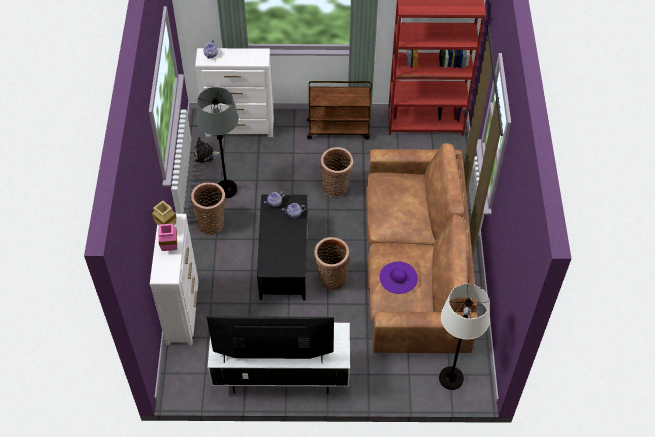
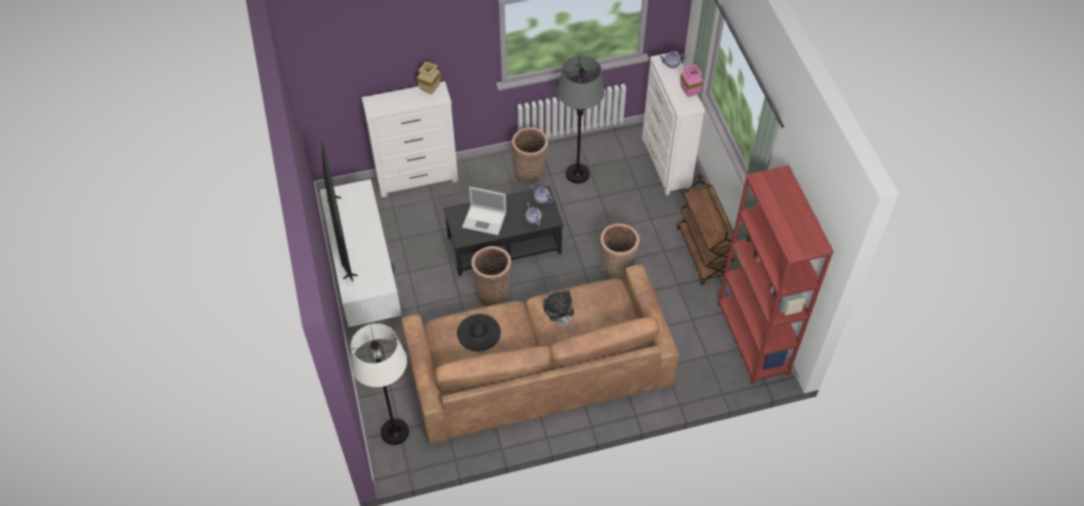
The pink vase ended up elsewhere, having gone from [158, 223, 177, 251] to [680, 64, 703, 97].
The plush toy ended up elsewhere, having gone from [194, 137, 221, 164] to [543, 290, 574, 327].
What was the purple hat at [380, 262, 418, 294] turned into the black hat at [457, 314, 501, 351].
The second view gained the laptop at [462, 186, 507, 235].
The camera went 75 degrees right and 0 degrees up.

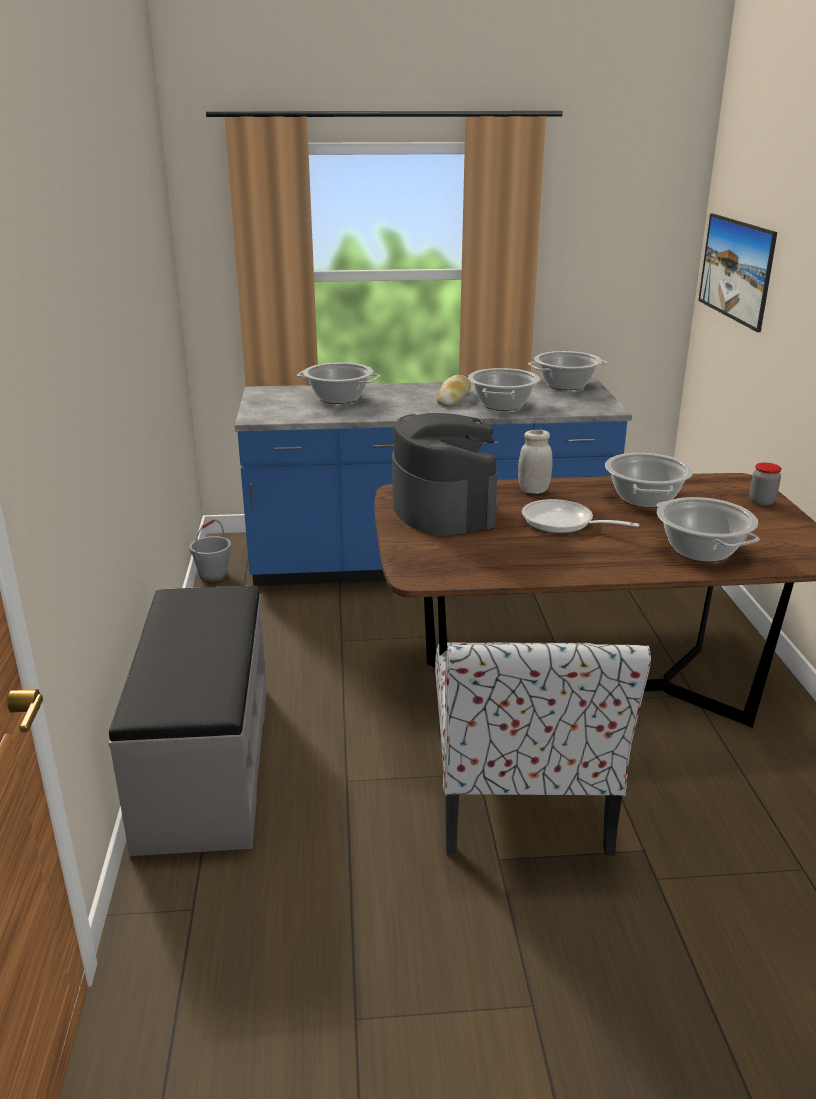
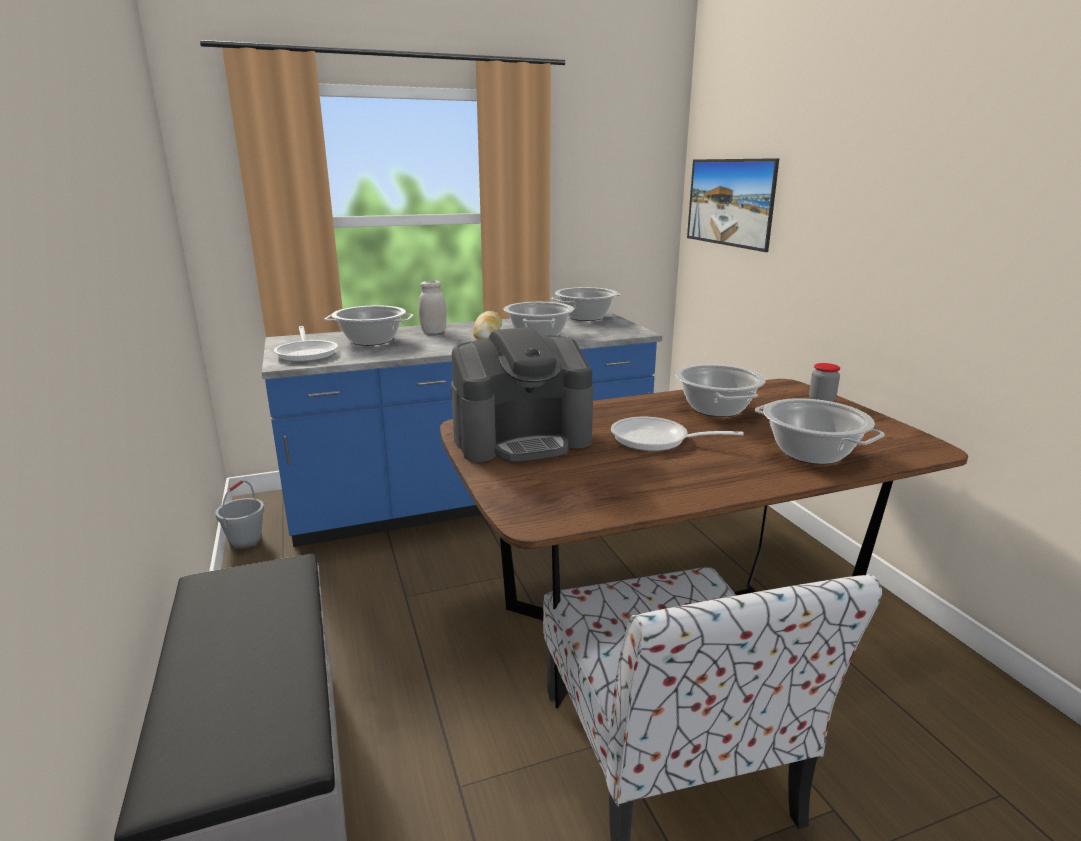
The coffee machine at [392, 413, 498, 536] ended up facing another way, 105 degrees clockwise from before.
The white jar ended up elsewhere, having gone from [518, 430, 553, 494] to [419, 280, 447, 334].
The second view gained the frying pan at [274, 326, 338, 362].
The camera went 15 degrees left and 5 degrees down.

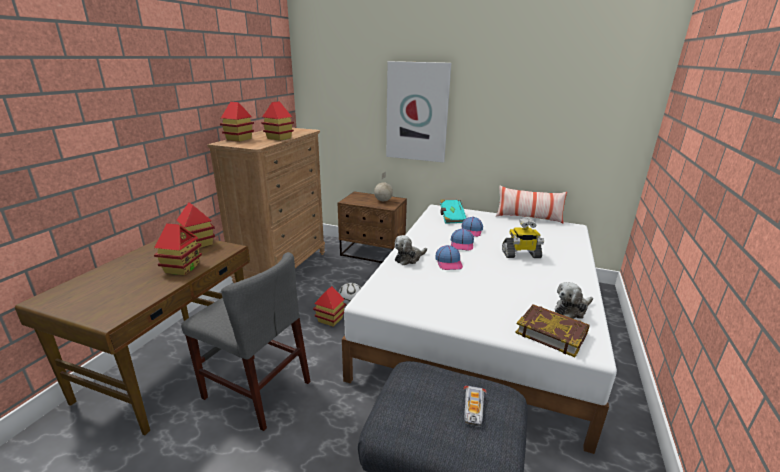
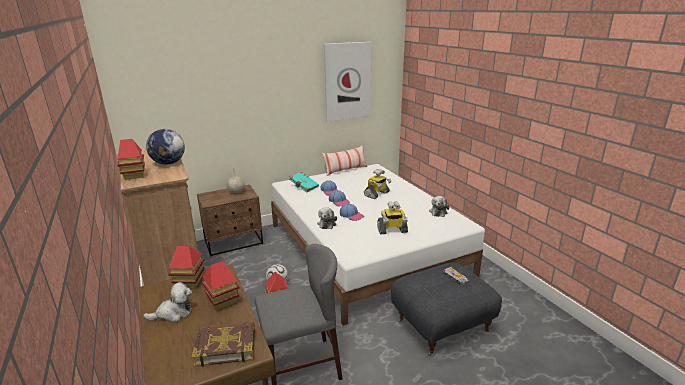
Where the toy house stood at [261, 101, 294, 141], the globe came to stand at [146, 129, 185, 165].
The picture ended up elsewhere, having gone from [386, 61, 451, 162] to [324, 42, 372, 122].
The book ended up elsewhere, having gone from [515, 304, 589, 357] to [191, 322, 255, 367].
The second view gained the plush toy at [143, 282, 192, 322].
The second view gained the toy robot at [377, 201, 408, 234].
The camera went 45 degrees left and 0 degrees up.

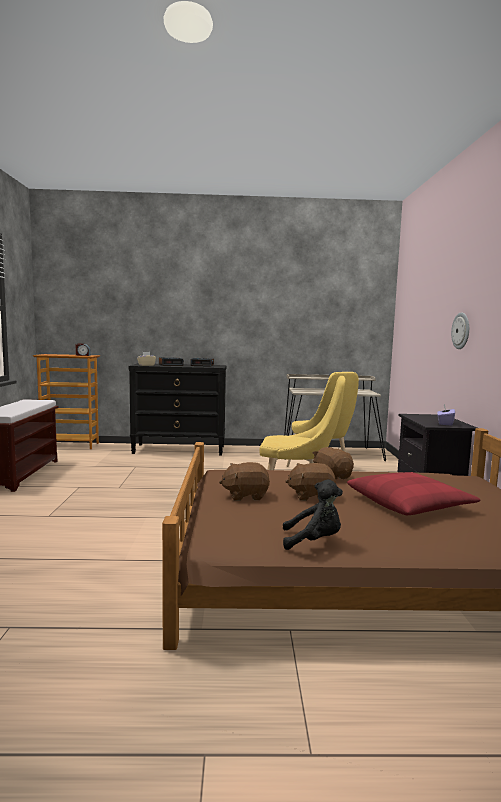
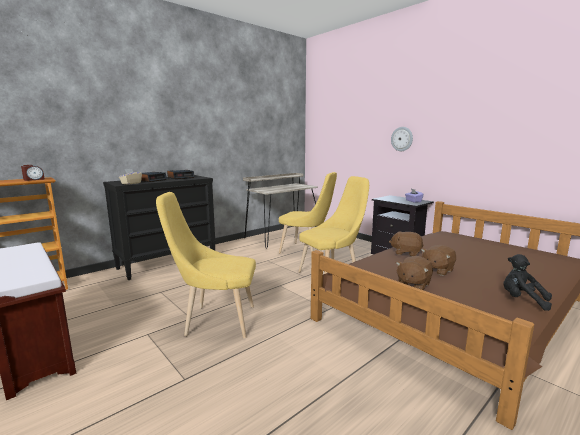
The black plush toy at [283, 479, 343, 550] ended up facing another way, 105 degrees counterclockwise from before.
The second view lost the red pillow at [347, 472, 480, 515].
The second view gained the yellow chair at [156, 192, 256, 339].
The camera went 40 degrees left and 5 degrees up.

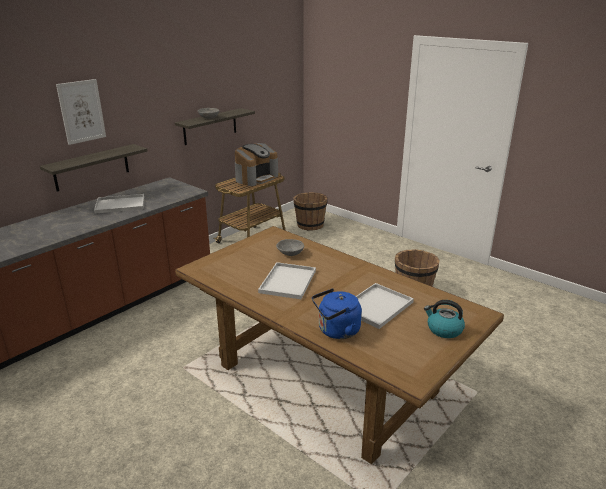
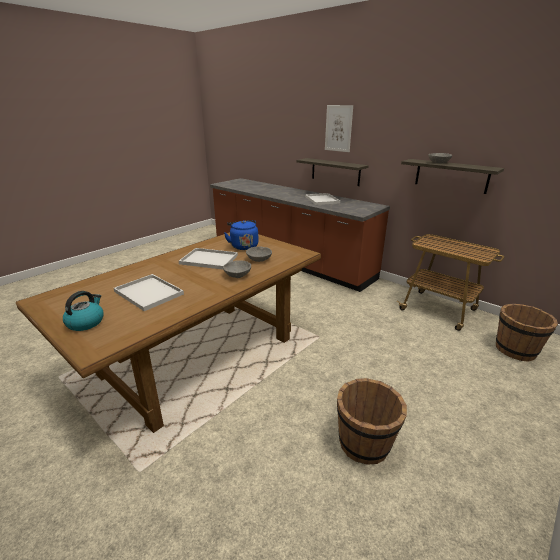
The second view lost the coffee machine at [235, 143, 278, 186].
The blue kettle ended up elsewhere, having gone from [312, 288, 362, 339] to [224, 220, 258, 250].
The second view gained the grey bowl at [223, 260, 251, 278].
The camera went 90 degrees right and 0 degrees up.

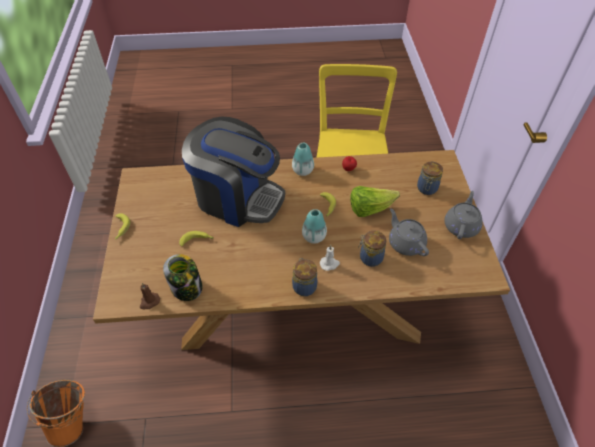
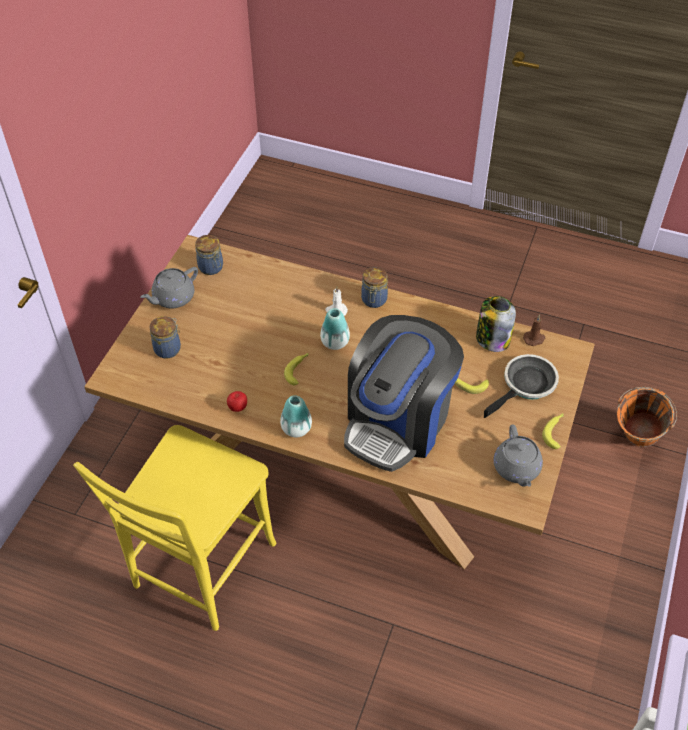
The coffee machine at [182, 116, 285, 227] ended up facing another way, 105 degrees counterclockwise from before.
The second view lost the lettuce at [350, 186, 400, 217].
The jar ended up elsewhere, having gone from [358, 231, 386, 267] to [195, 235, 223, 275].
The grey teapot ended up elsewhere, having gone from [389, 208, 429, 256] to [494, 424, 543, 487].
The second view gained the frying pan at [484, 354, 559, 418].
The camera went 155 degrees left and 0 degrees up.

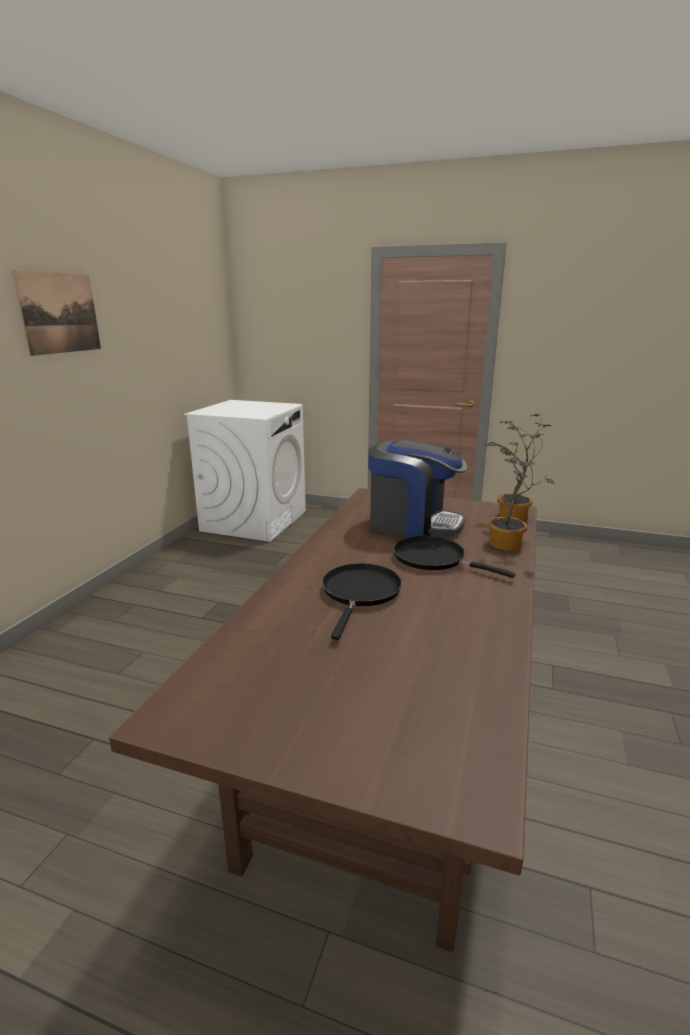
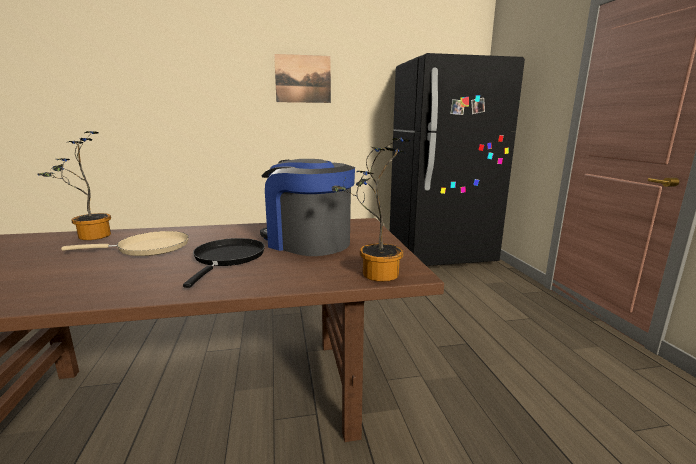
Where the white washing machine stood at [184, 400, 306, 542], the black fridge came to stand at [390, 53, 525, 266].
What was the black frying pan at [322, 563, 402, 640] turned into the beige frying pan at [61, 231, 189, 256].
The coffee machine at [368, 440, 467, 538] ended up facing another way, 135 degrees clockwise from before.
The potted plant ended up elsewhere, having gone from [484, 426, 555, 551] to [37, 131, 111, 240].
The camera went 60 degrees right and 5 degrees down.

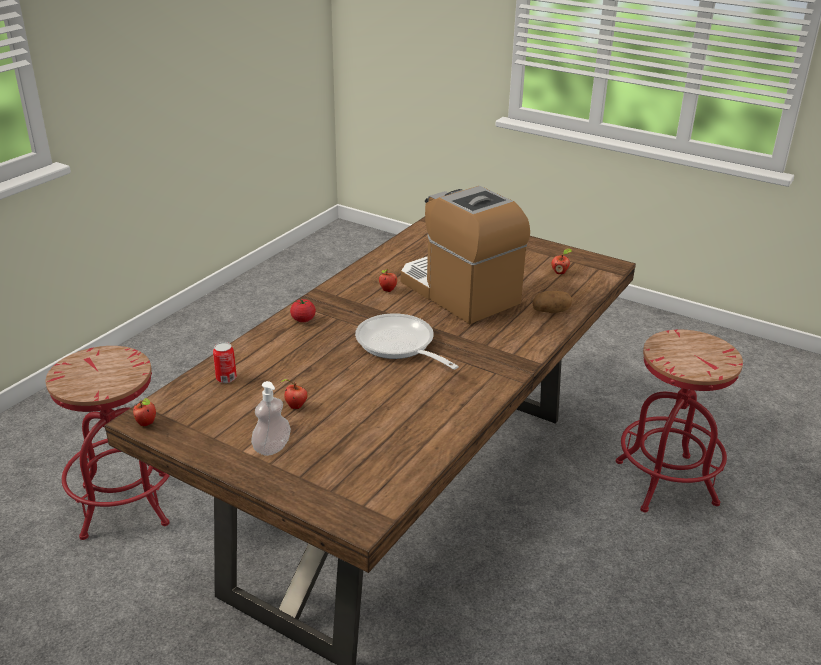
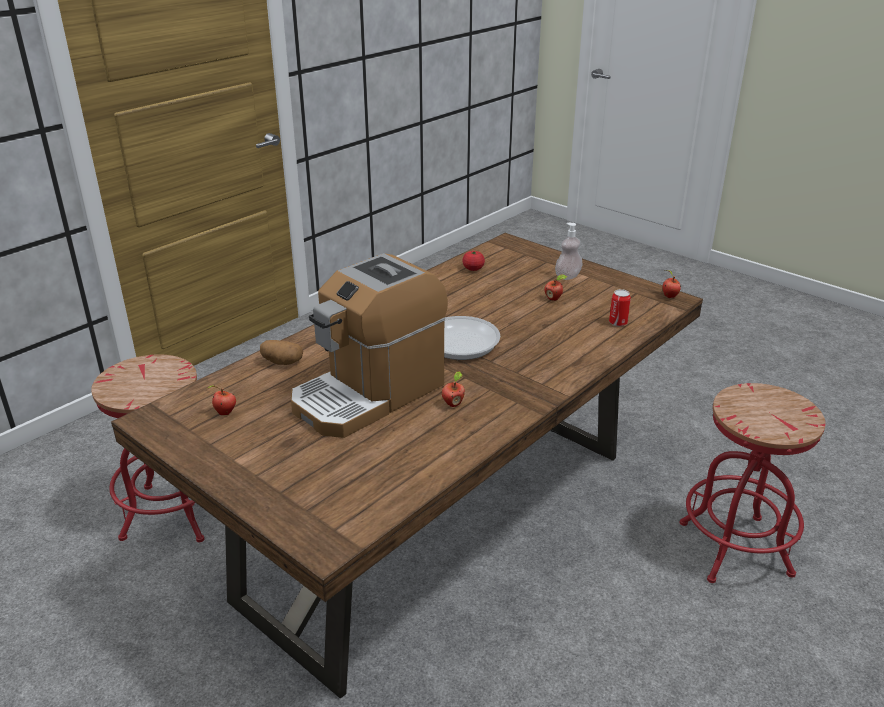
The tomato ended up elsewhere, having gone from [290, 298, 316, 322] to [462, 251, 485, 271].
The coffee machine at [401, 186, 530, 324] ended up facing another way, 75 degrees clockwise from before.
The camera went 170 degrees left and 0 degrees up.

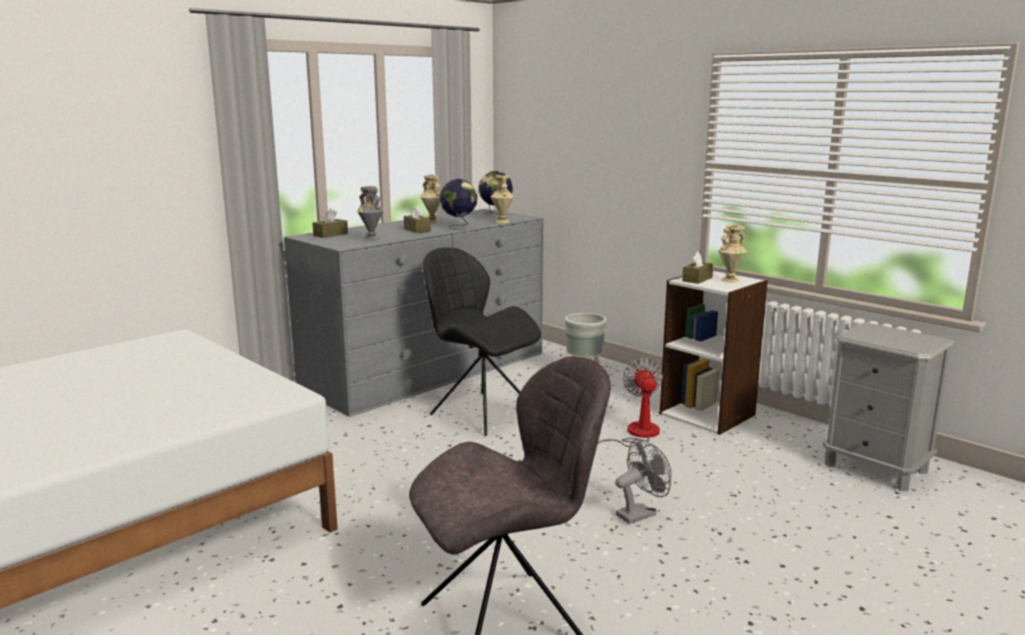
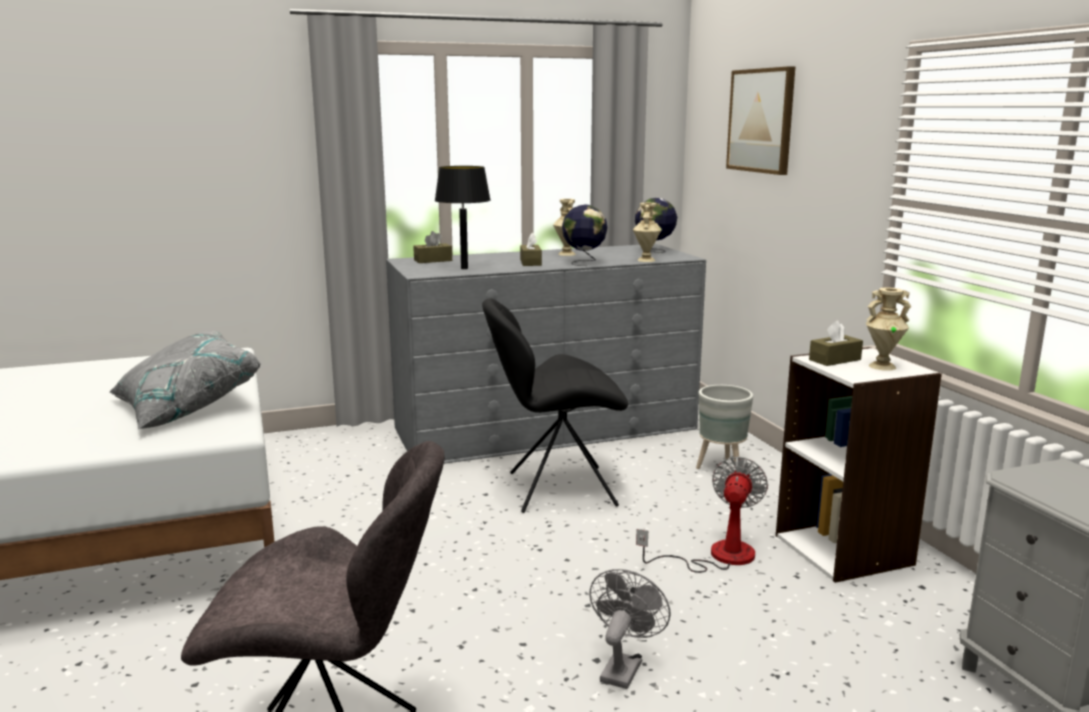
Where the grey vase stood at [357, 186, 384, 241], the black table lamp came to stand at [435, 166, 491, 269].
The black chair at [422, 248, 541, 436] ended up facing another way, 75 degrees counterclockwise from before.
The grey fan at [615, 439, 671, 524] ended up facing another way, 60 degrees counterclockwise from before.
The second view gained the grey pillow at [109, 331, 261, 429].
The second view gained the picture at [726, 66, 795, 175].
The camera went 25 degrees right and 0 degrees up.

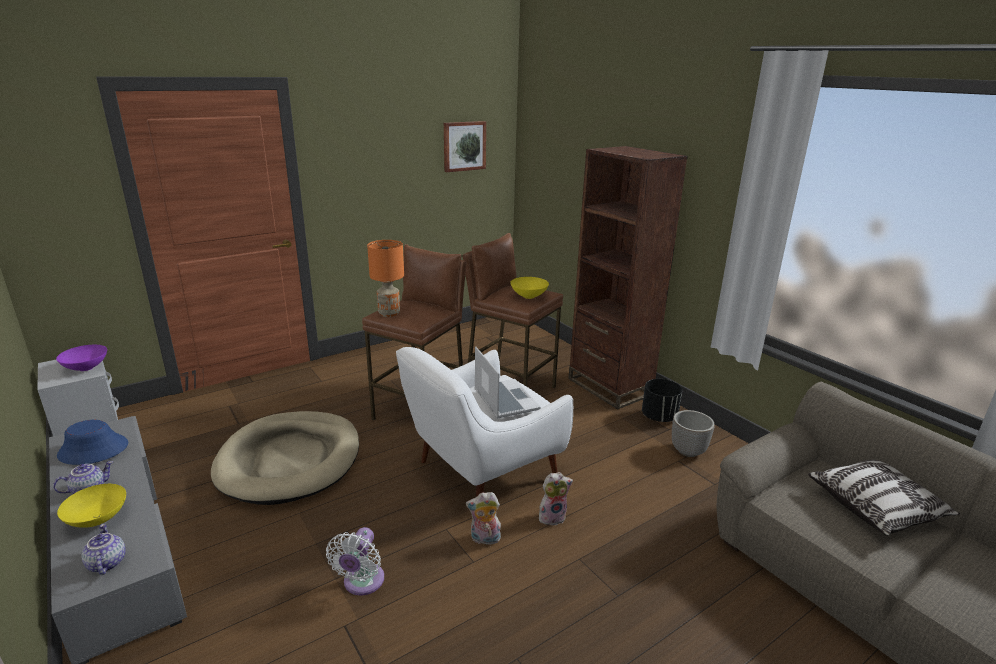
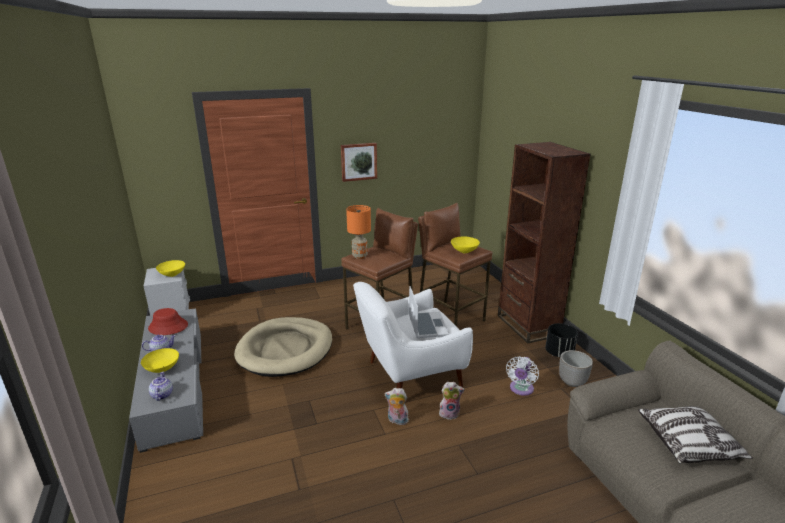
What was the purple bowl at [56, 345, 107, 371] turned into the yellow bowl at [156, 260, 185, 277].
What was the blue hat at [57, 420, 128, 465] turned into the red hat at [148, 308, 188, 335].
The white fan ended up elsewhere, having gone from [326, 527, 384, 595] to [506, 356, 539, 396].
The picture ended up elsewhere, having gone from [444, 121, 486, 172] to [341, 143, 377, 182].
The camera went 15 degrees right and 0 degrees up.

